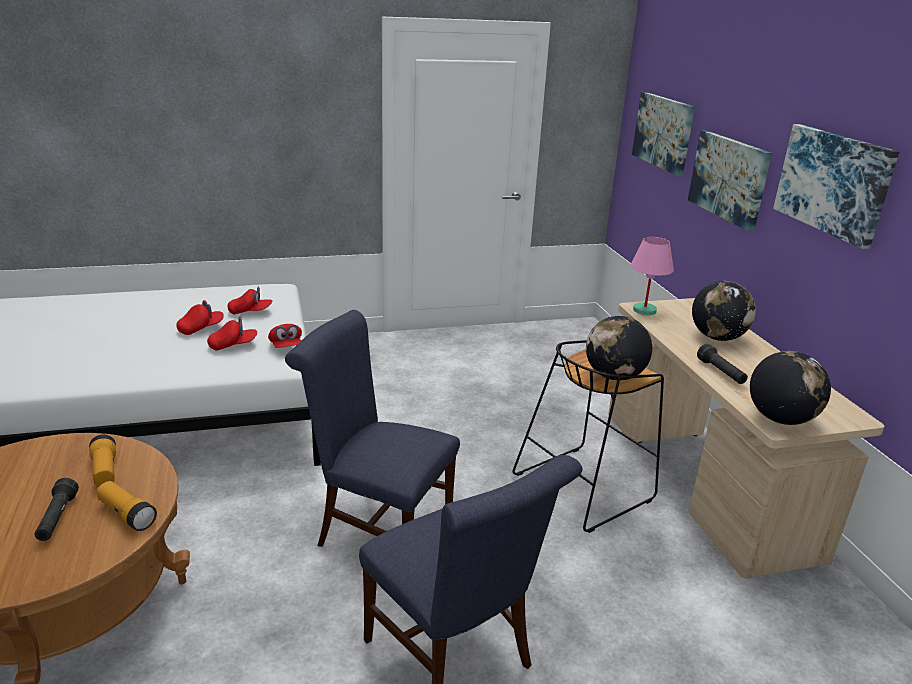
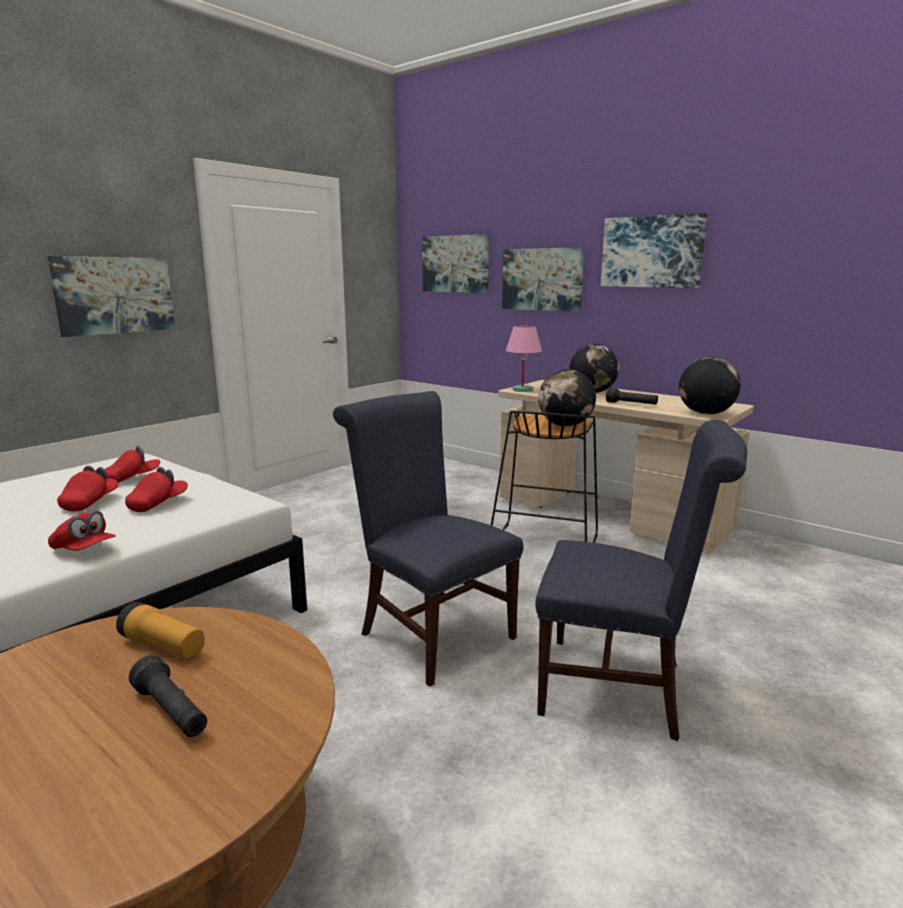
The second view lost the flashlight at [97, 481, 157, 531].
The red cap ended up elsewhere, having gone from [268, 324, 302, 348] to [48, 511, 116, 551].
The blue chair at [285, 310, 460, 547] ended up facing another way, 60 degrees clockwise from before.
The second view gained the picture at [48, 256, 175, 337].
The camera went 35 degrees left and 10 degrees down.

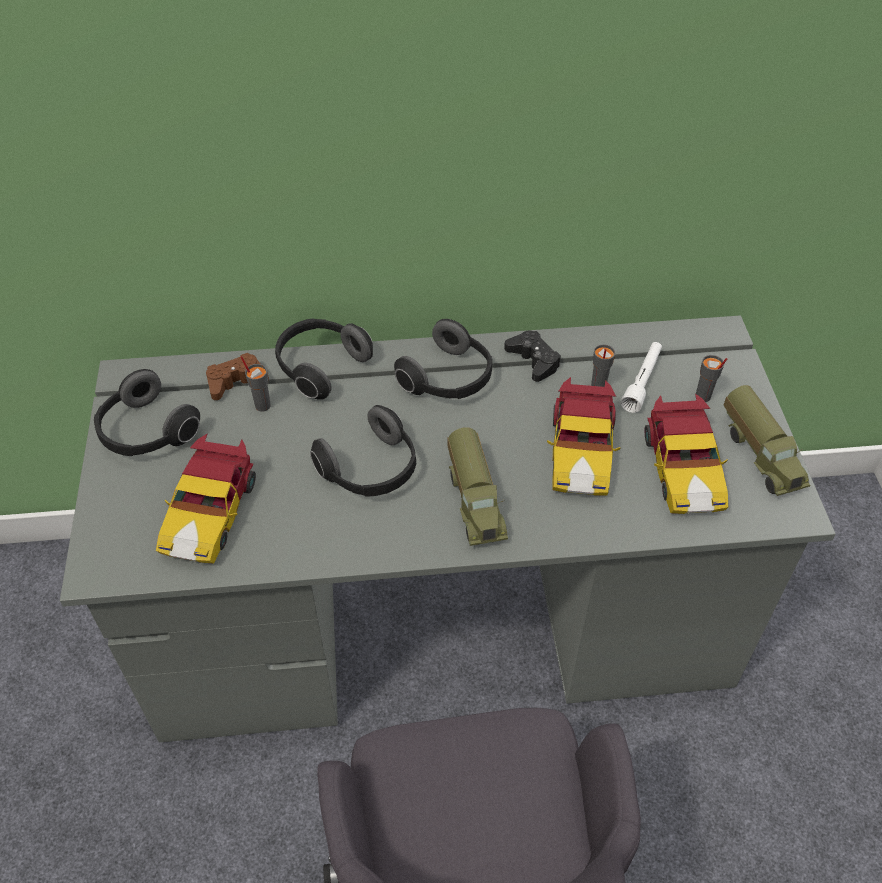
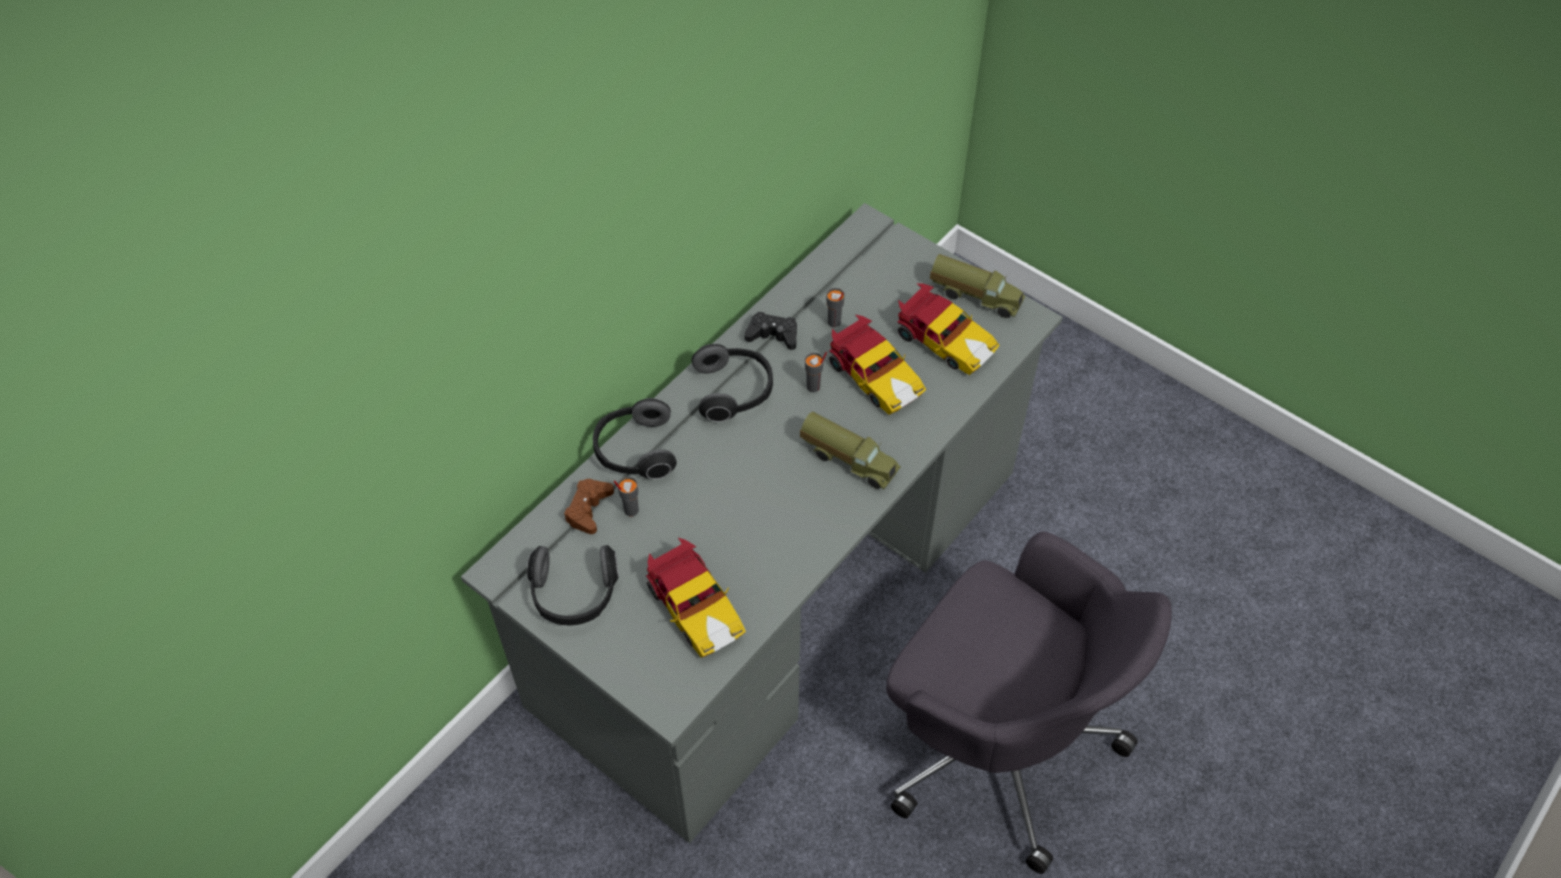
The second view lost the headphones at [310, 405, 416, 497].
The second view lost the white flashlight at [620, 342, 662, 413].
The grey cup ended up elsewhere, having gone from [695, 355, 727, 402] to [805, 352, 827, 392].
The camera went 45 degrees left and 5 degrees up.

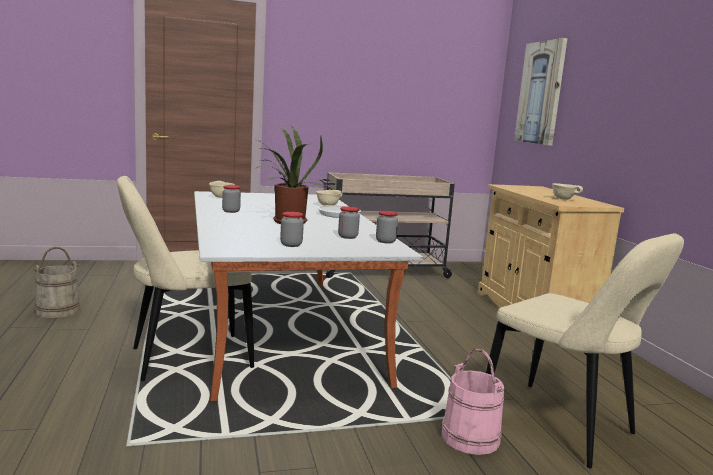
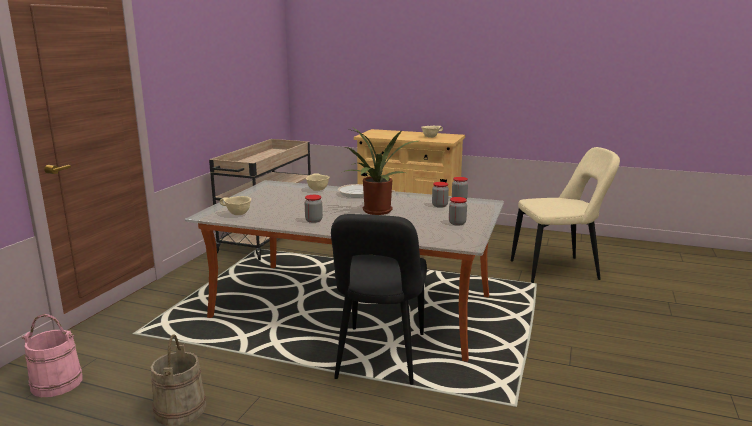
What was the beige chair at [117, 176, 254, 381] turned into the black chair at [331, 214, 427, 385].
The pink bucket ended up elsewhere, having gone from [442, 348, 504, 455] to [22, 314, 83, 397].
The second view lost the picture at [514, 38, 568, 145].
The camera went 55 degrees left and 5 degrees up.

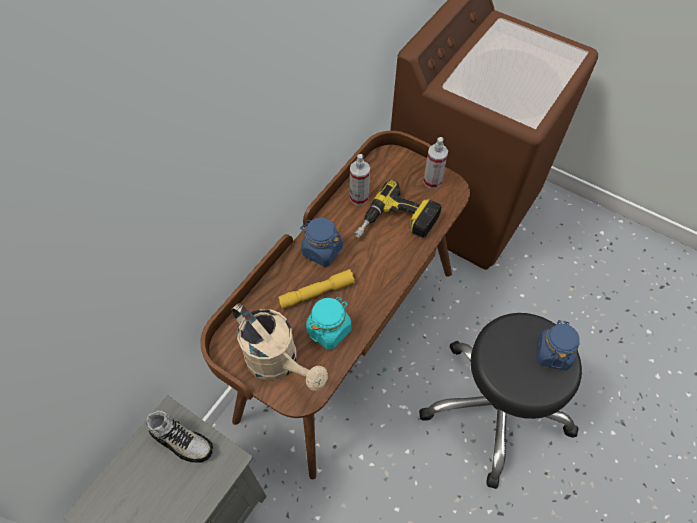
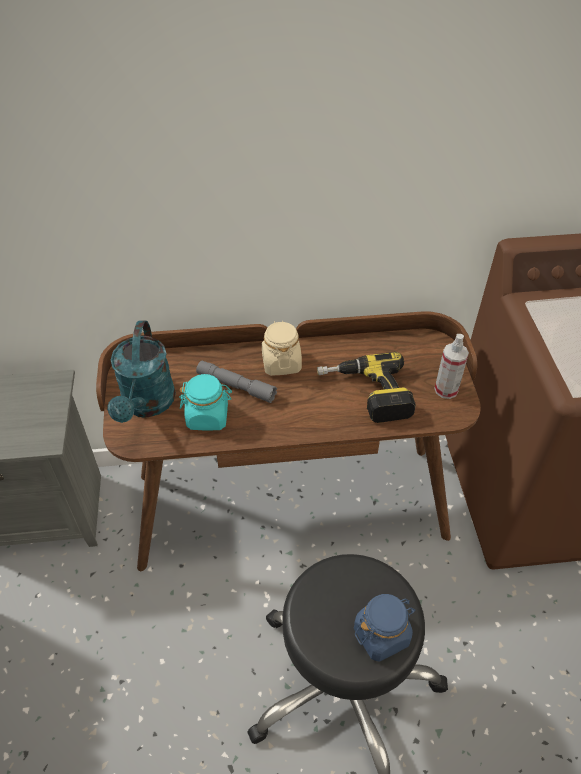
The second view lost the shoe at [146, 410, 213, 463].
What was the beige watering can at [232, 303, 328, 391] turned into the turquoise watering can at [107, 320, 176, 423].
What was the yellow flashlight at [278, 269, 355, 309] turned into the grey flashlight at [196, 361, 277, 403].
What was the blue jar at [300, 217, 343, 267] turned into the beige jar at [262, 320, 302, 376].
The second view lost the spray bottle at [350, 154, 370, 205].
The camera went 50 degrees right and 10 degrees down.

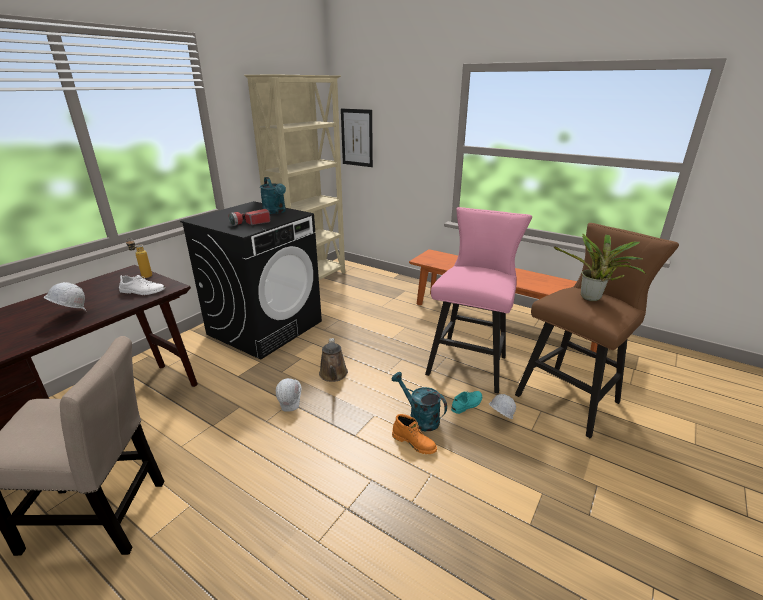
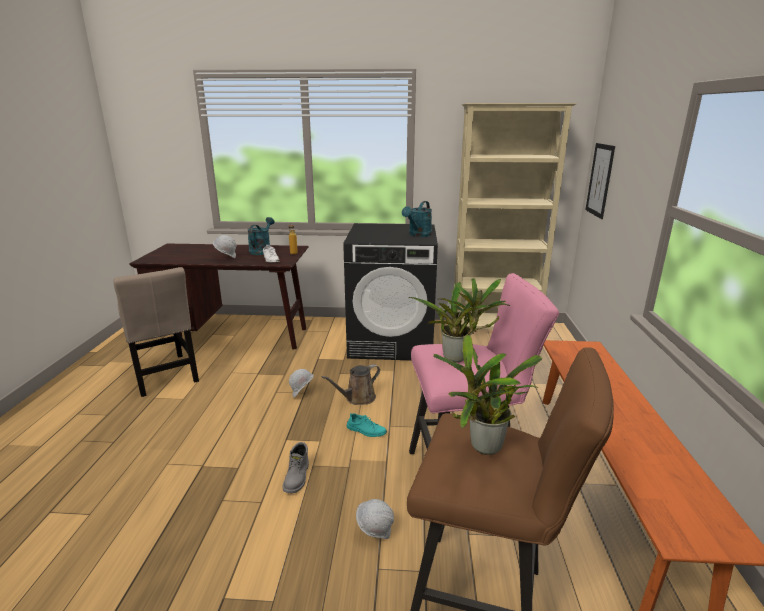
The second view lost the flashlight at [229, 209, 271, 226].
The turquoise watering can ended up elsewhere, having gone from [391, 372, 447, 431] to [247, 217, 274, 255].
What was the orange boot at [392, 414, 437, 454] turned into the grey boot at [283, 442, 309, 494].
The turquoise shoe ended up elsewhere, having gone from [451, 391, 482, 414] to [347, 414, 387, 437].
The second view gained the potted plant at [409, 278, 510, 363].
The camera went 60 degrees right and 5 degrees down.

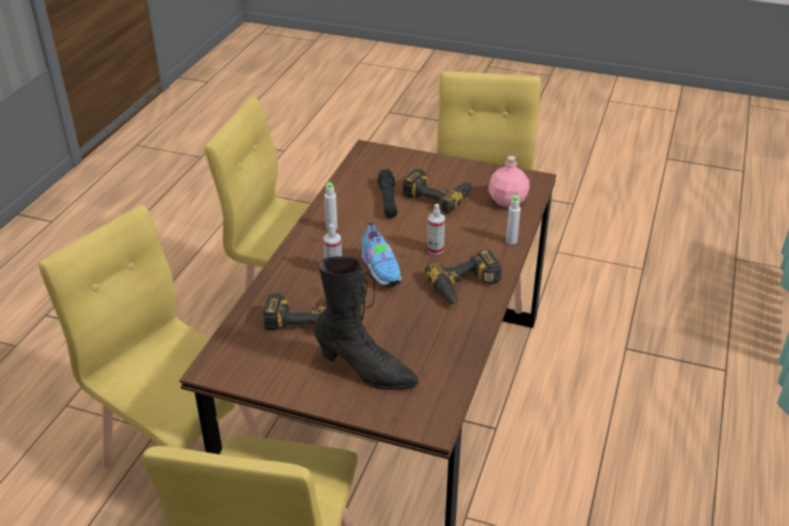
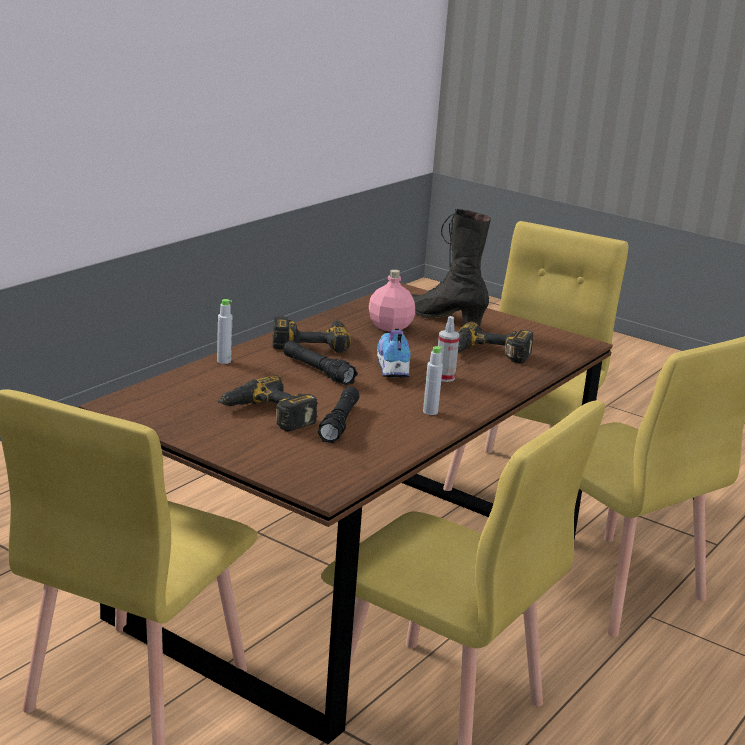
Where the spray bottle stood at [427, 204, 445, 255], the black flashlight came to stand at [283, 341, 358, 385].
The pink bottle ended up elsewhere, having gone from [488, 156, 530, 207] to [369, 269, 415, 332].
The camera went 165 degrees left and 15 degrees down.

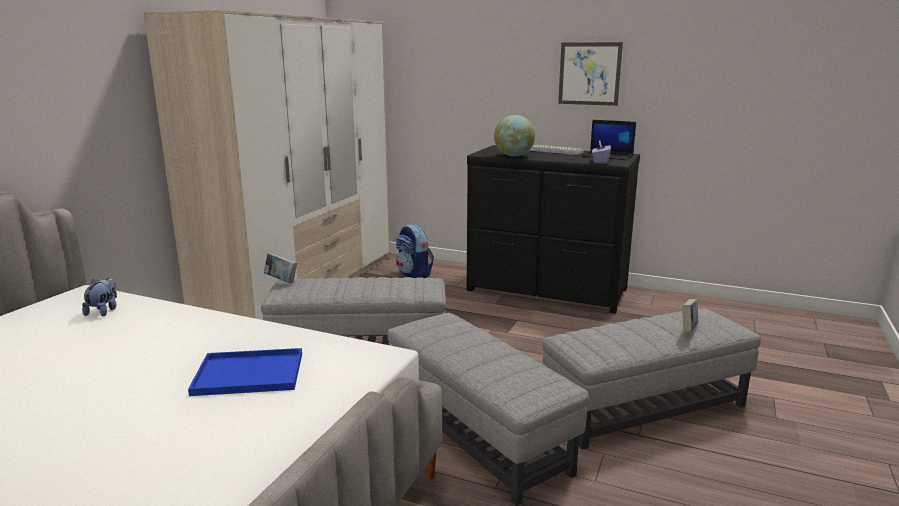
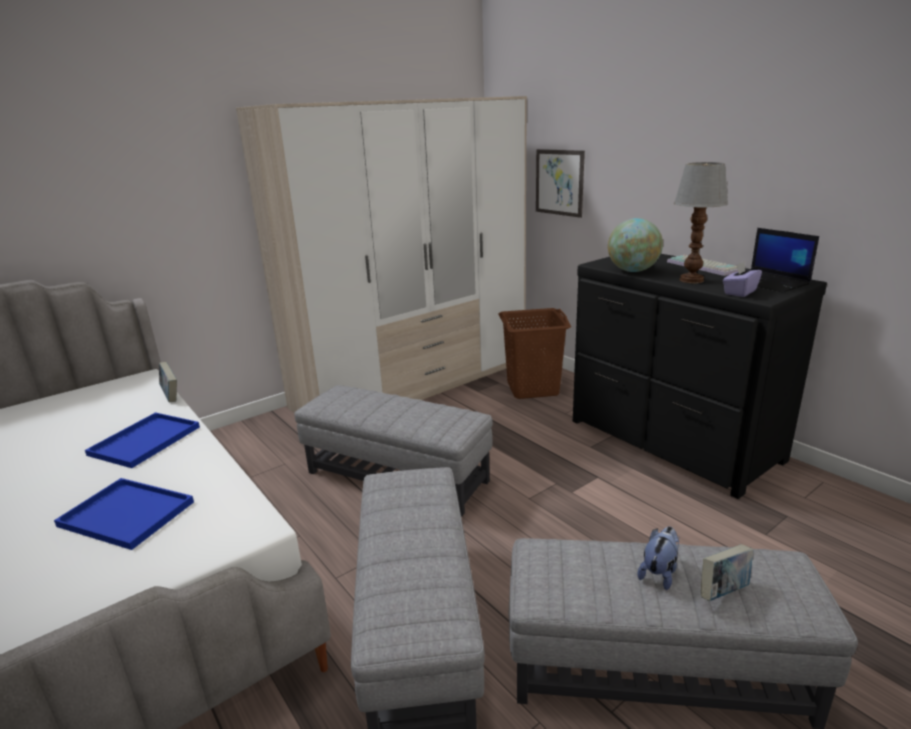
The plush toy ended up elsewhere, having gone from [82, 278, 117, 316] to [638, 526, 679, 590].
The book ended up elsewhere, having gone from [264, 253, 297, 283] to [159, 362, 177, 402].
Where the backpack stood at [396, 224, 434, 278], the brown laundry basket came to stand at [498, 308, 571, 399].
The picture ended up elsewhere, having gone from [558, 42, 623, 106] to [536, 149, 585, 218].
The second view gained the blue tray at [85, 412, 200, 468].
The second view gained the table lamp at [674, 162, 728, 283].
The camera went 30 degrees right and 5 degrees up.

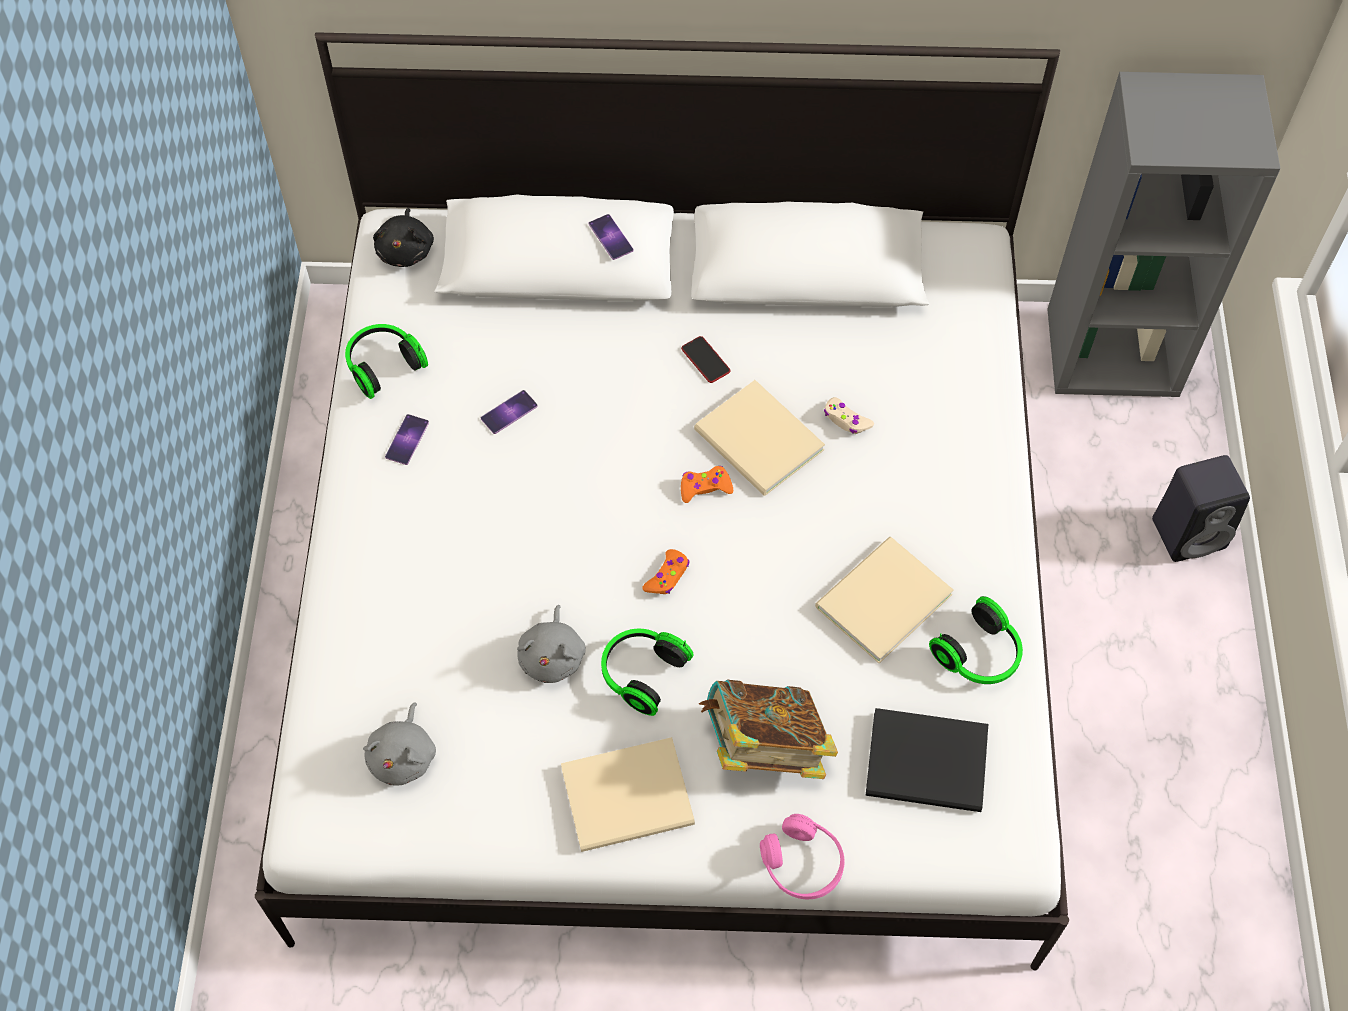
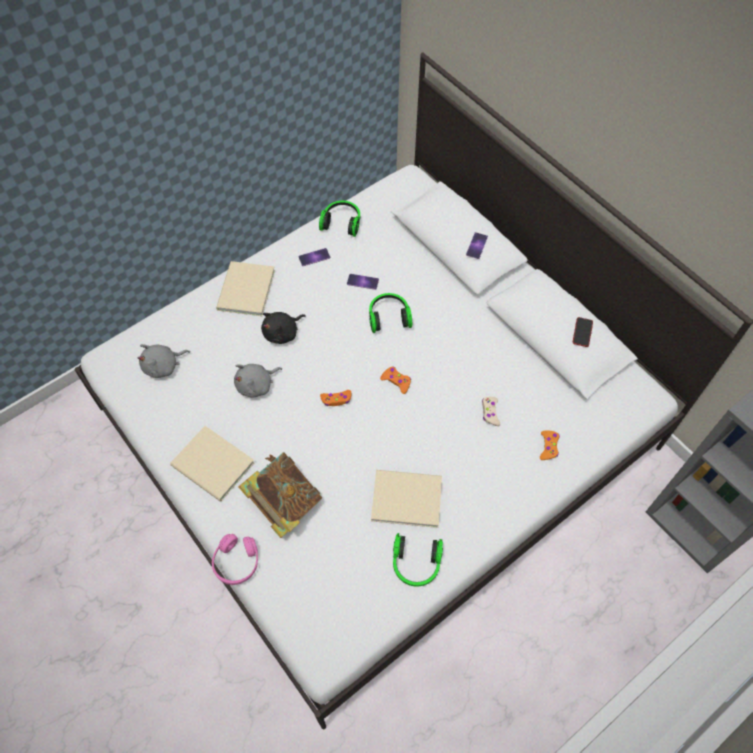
The black plush toy ended up elsewhere, having gone from [373, 208, 434, 267] to [261, 312, 306, 344].
The headphones ended up elsewhere, having gone from [601, 629, 694, 716] to [369, 293, 412, 333].
The phone ended up elsewhere, having gone from [681, 336, 730, 383] to [573, 317, 593, 347].
The beige book ended up elsewhere, having gone from [694, 380, 825, 496] to [216, 261, 275, 316].
The second view lost the black book at [866, 708, 988, 812].
The second view lost the black speaker at [1152, 455, 1250, 562].
The second view gained the orange game controller at [540, 430, 560, 460].
The camera went 50 degrees right and 0 degrees up.

